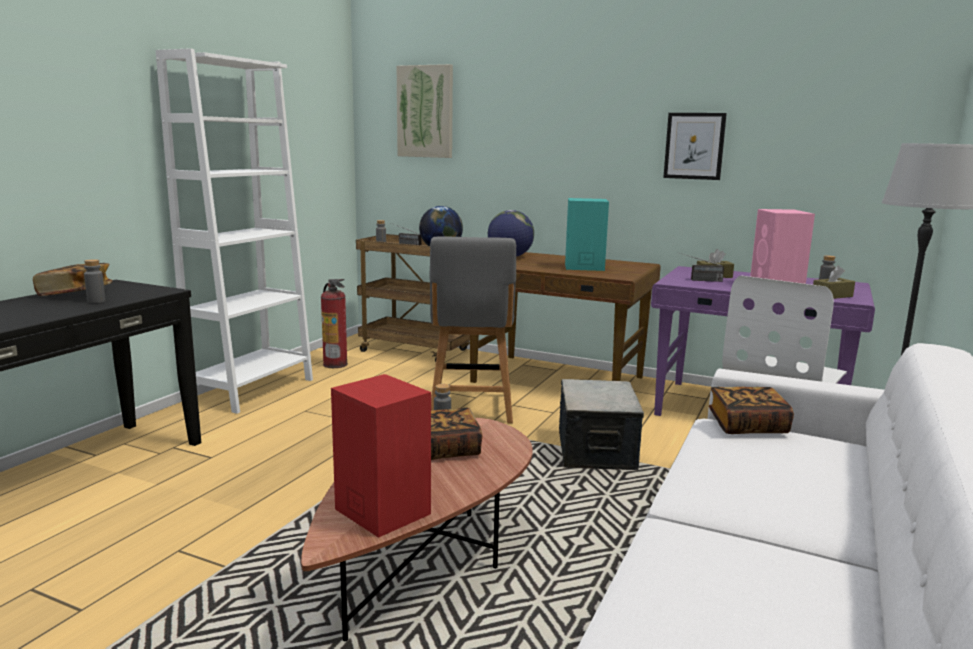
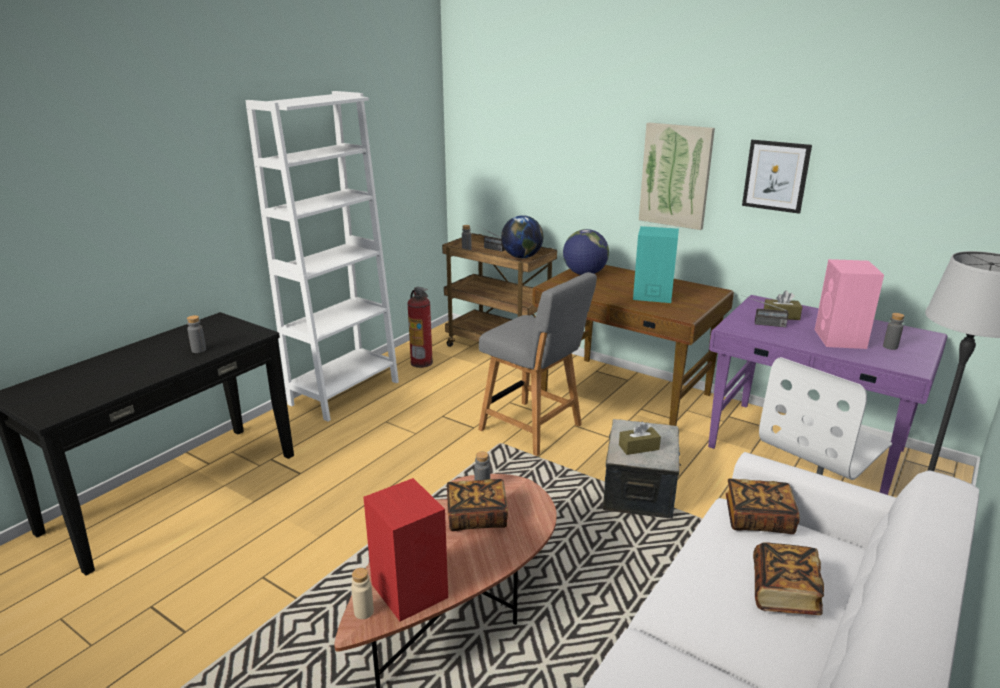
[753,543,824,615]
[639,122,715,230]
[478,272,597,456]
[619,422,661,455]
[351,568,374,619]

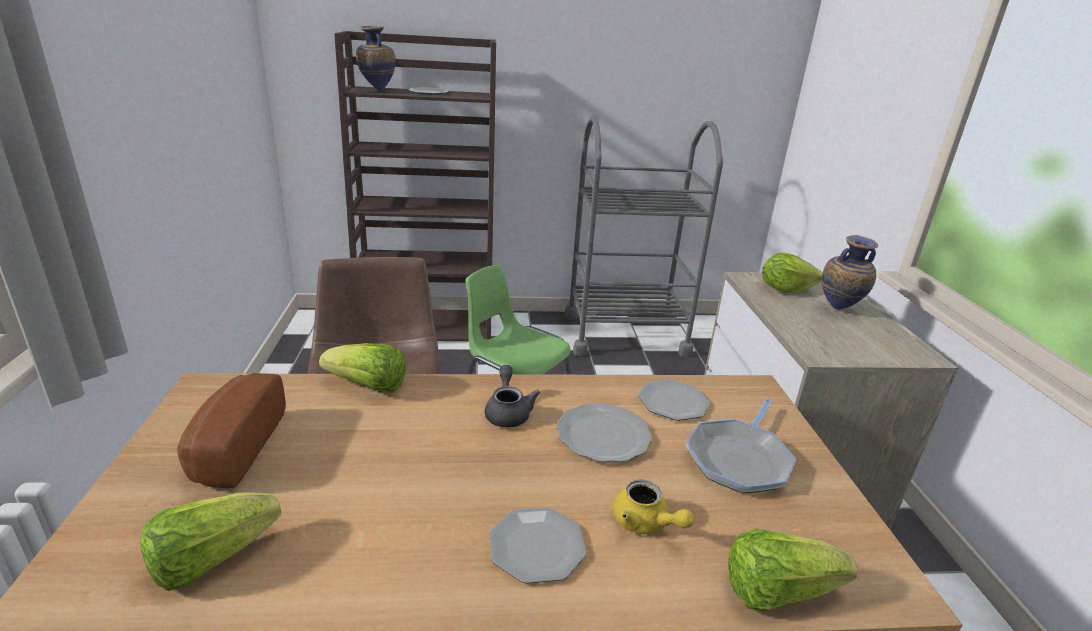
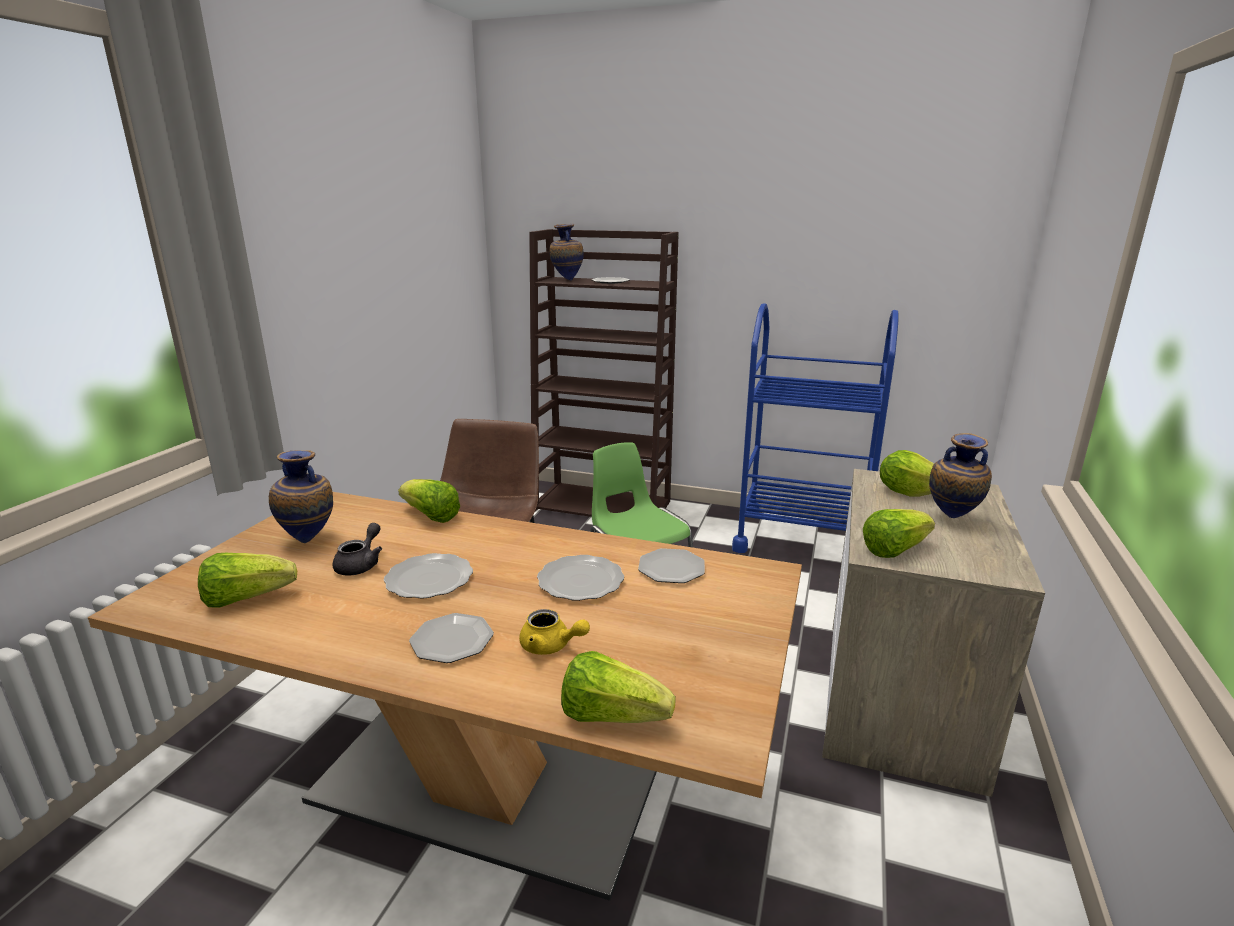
[269,450,333,543]
[332,523,382,576]
[732,303,899,553]
[519,609,590,655]
[686,399,796,493] (first image)
[384,553,473,599]
[863,509,935,558]

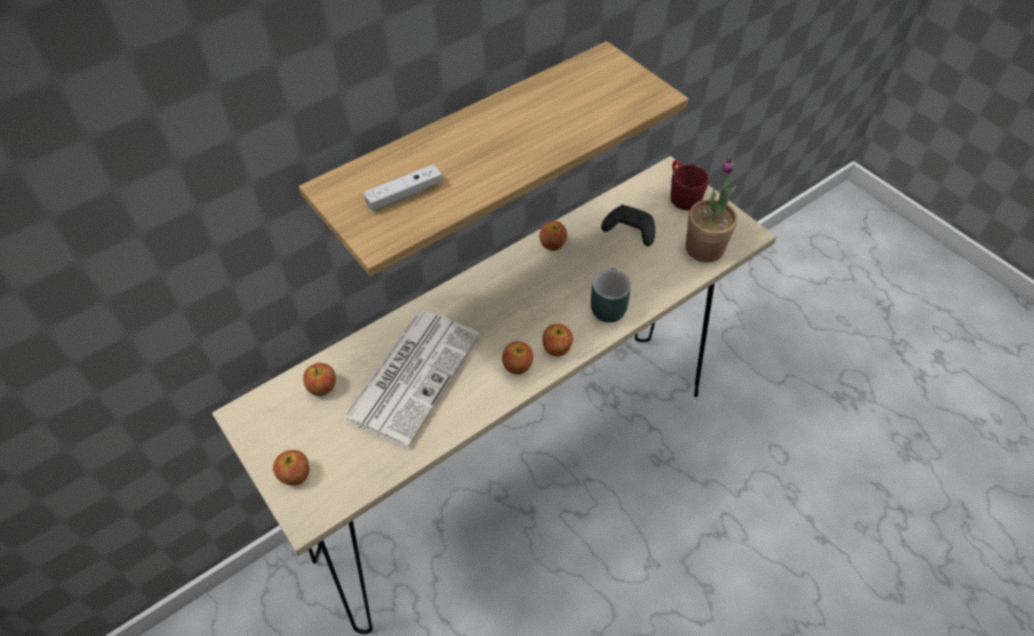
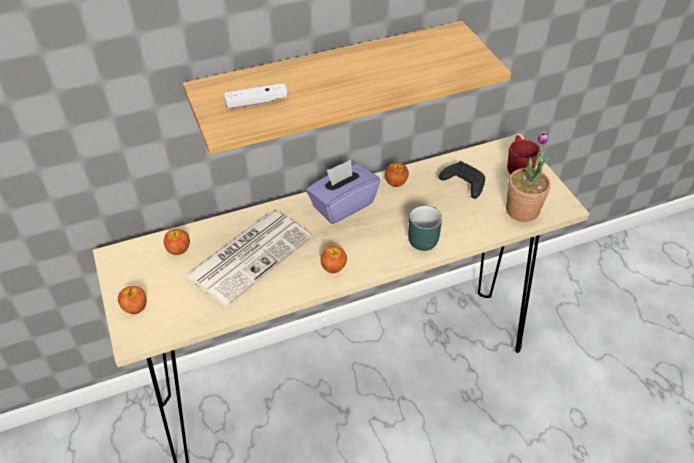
[542,324,573,356] (first image)
[306,160,380,224]

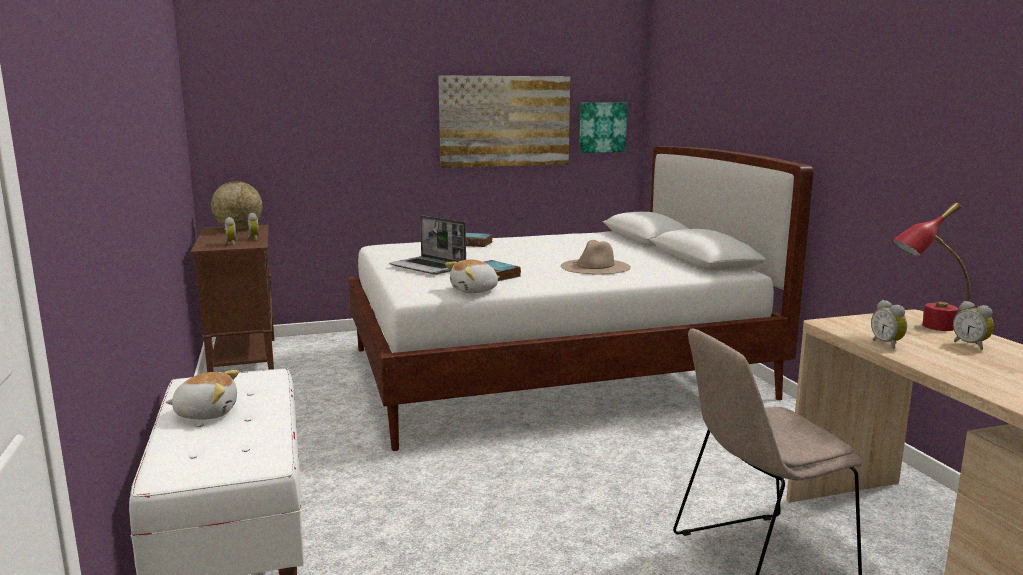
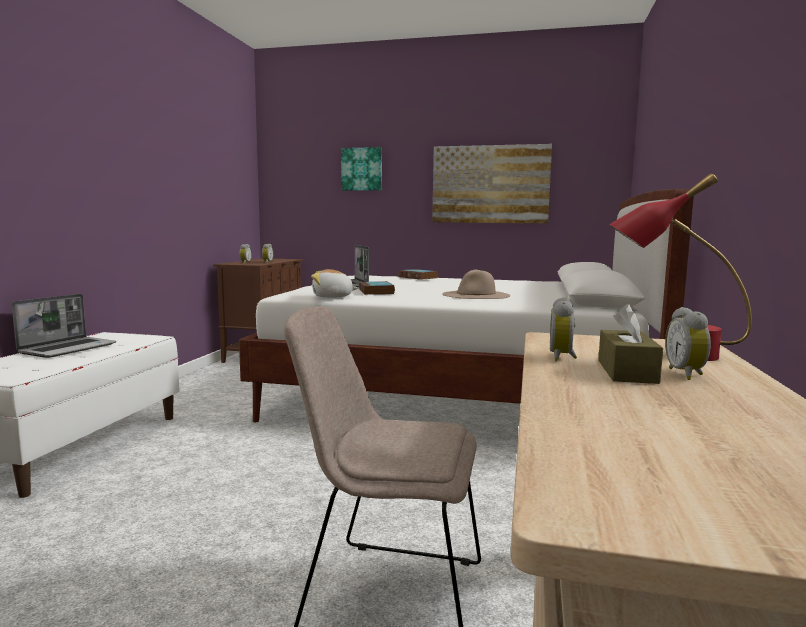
[12,294,116,358]
[211,181,263,230] (first image)
[341,147,382,191]
[598,304,663,384]

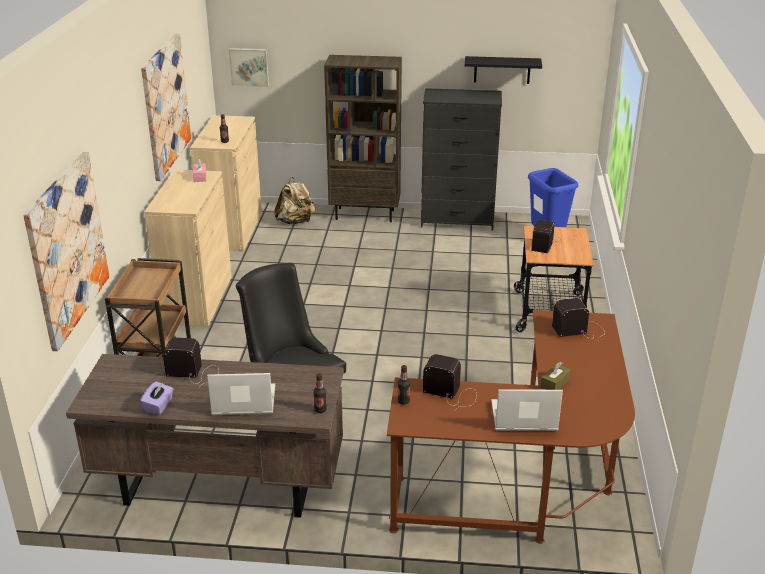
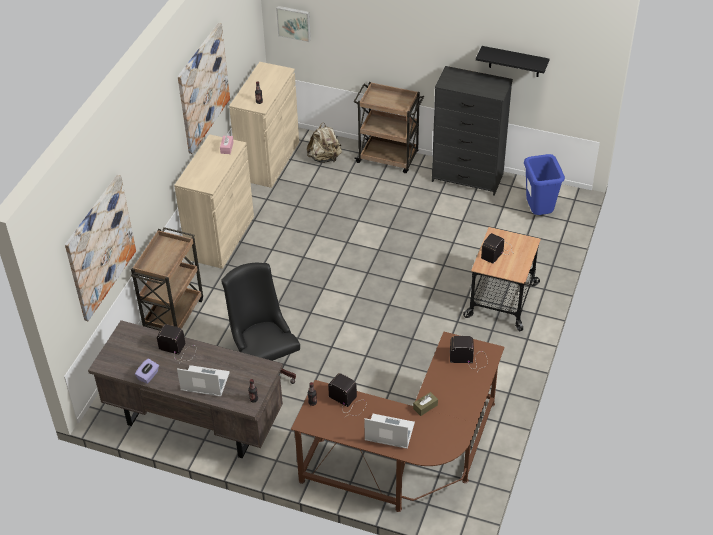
[354,82,424,173]

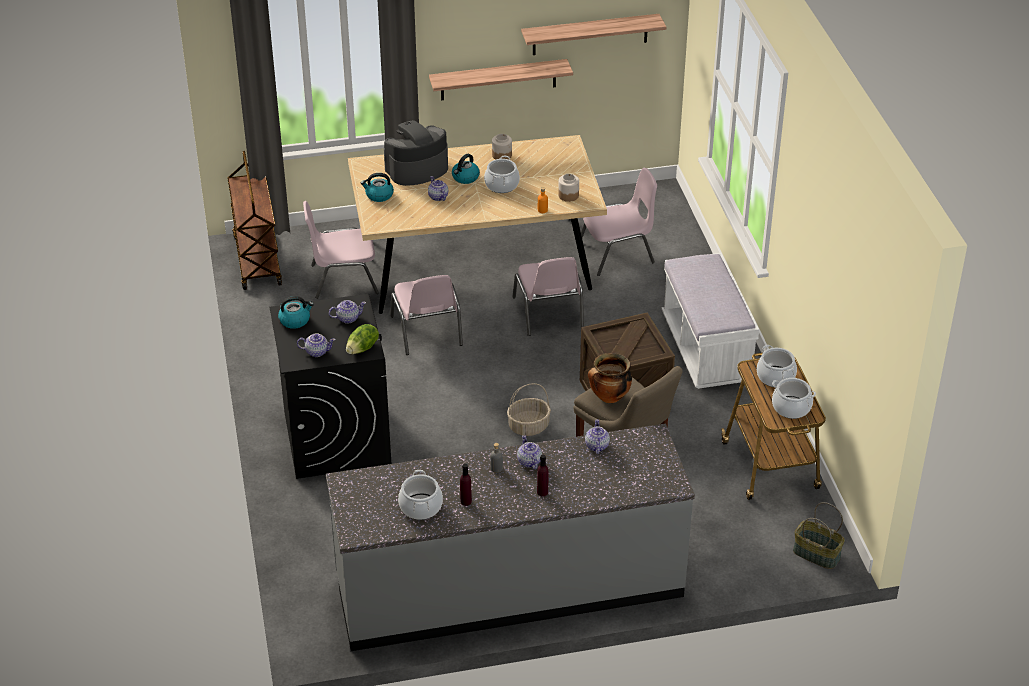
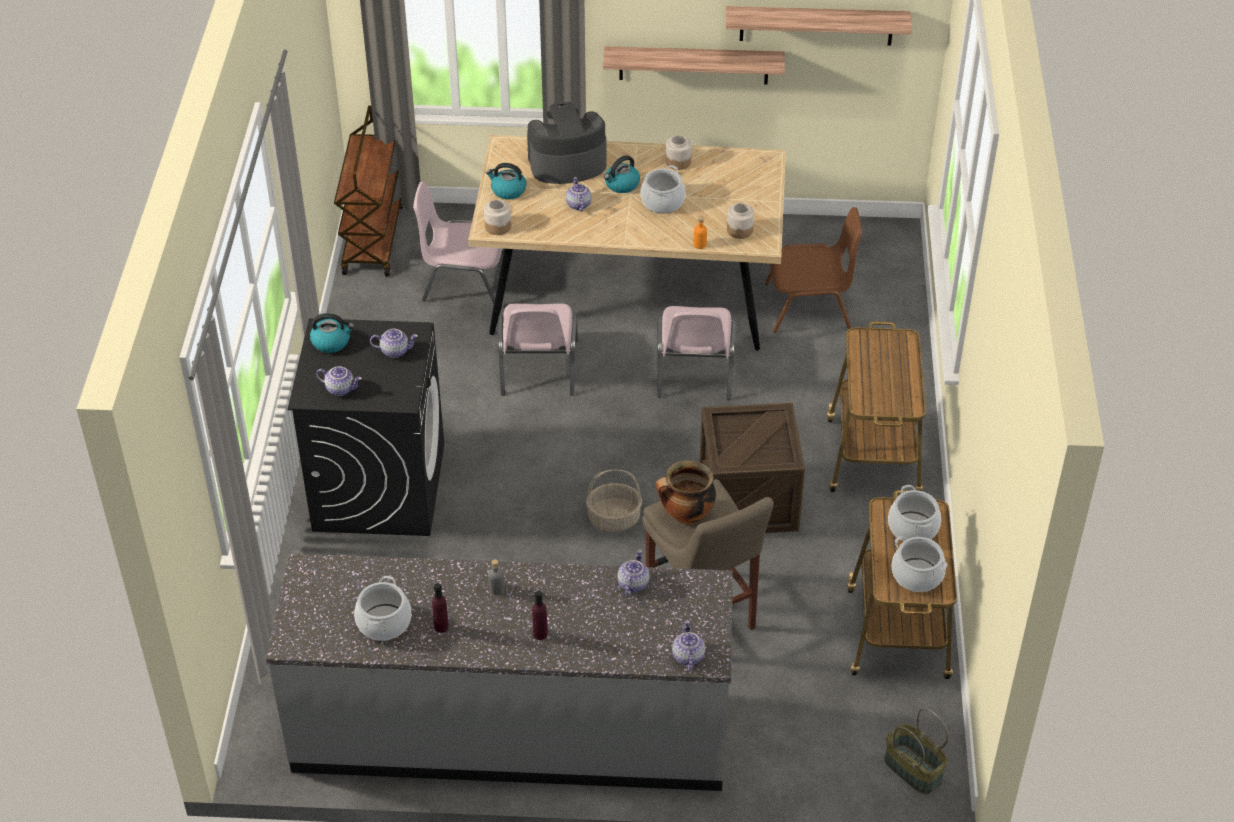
[346,324,379,354] (first image)
[672,620,705,671]
[765,207,862,333]
[827,321,926,492]
[484,199,511,235]

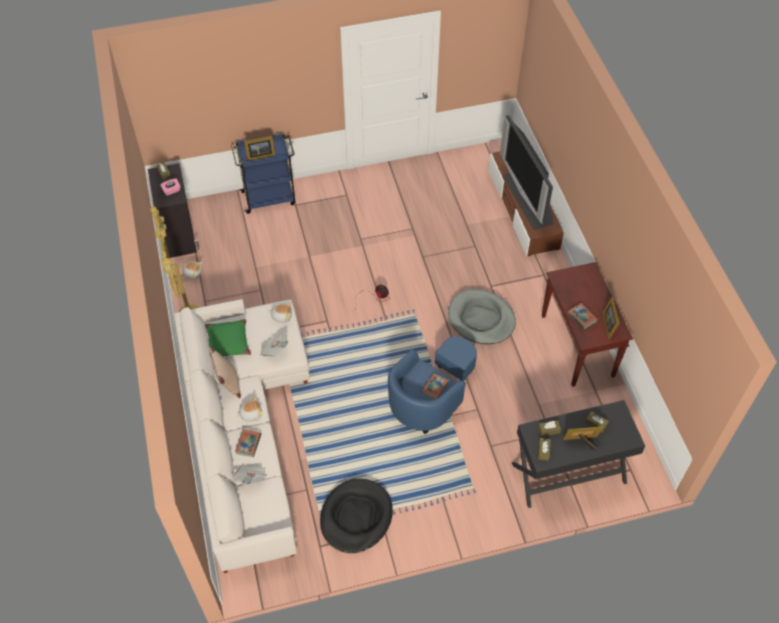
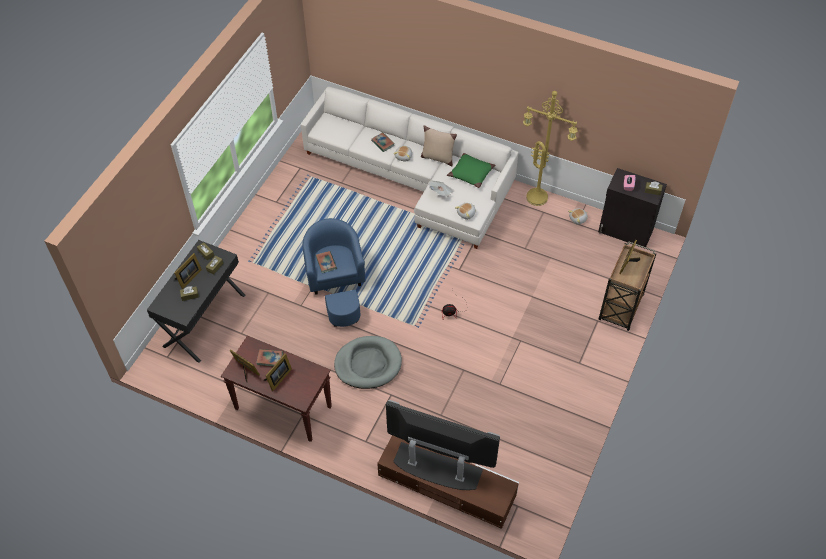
[599,241,656,331]
[233,462,267,485] (first image)
[320,479,393,553] (first image)
[264,353,292,391]

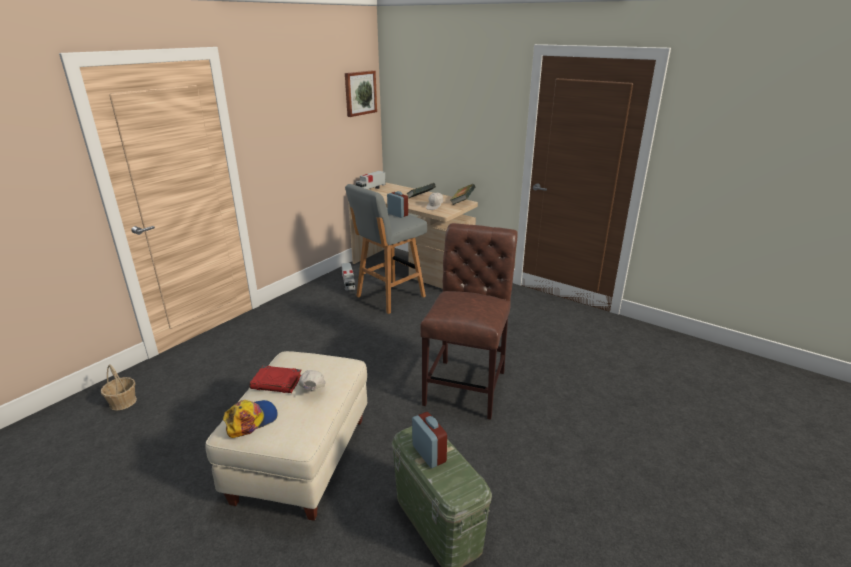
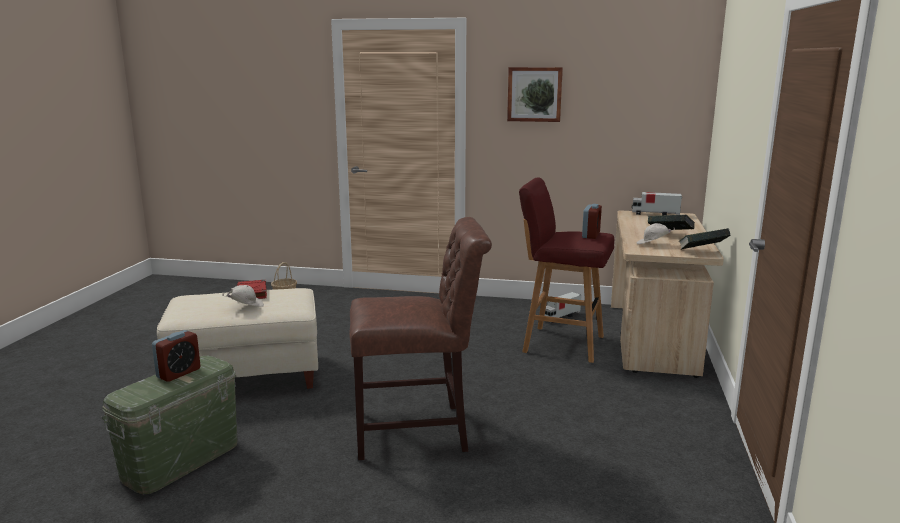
[223,400,278,438] (first image)
[507,67,563,122]
[519,177,614,363]

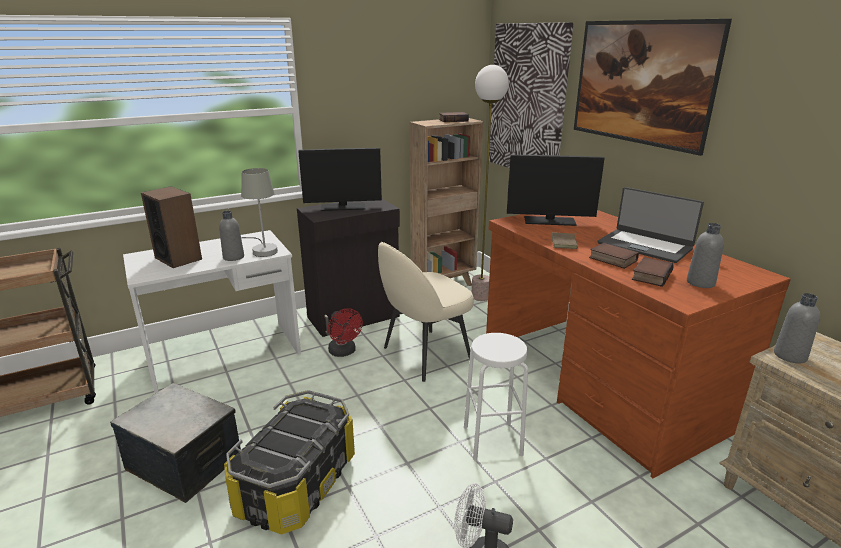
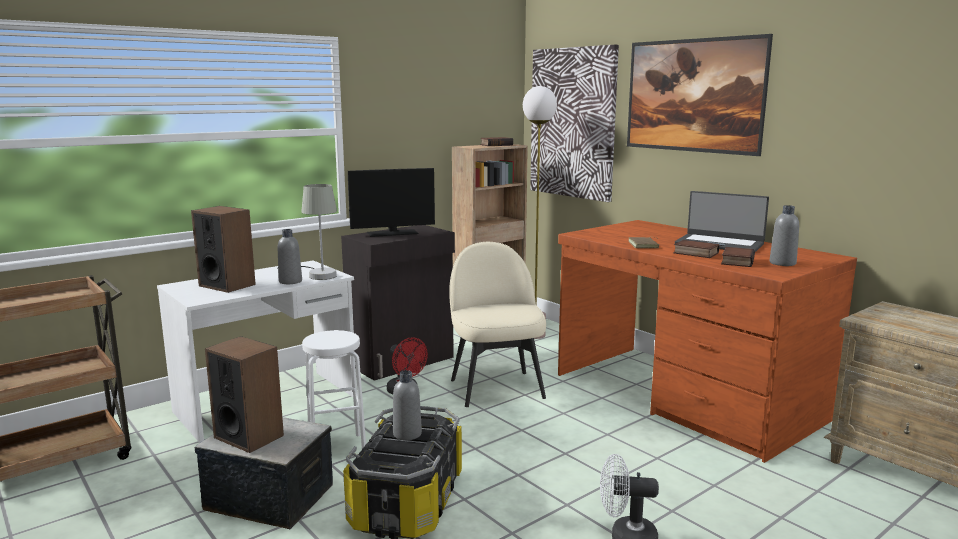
[449,242,546,407]
[302,330,366,449]
[507,155,605,226] (first image)
[393,370,422,440]
[205,336,284,453]

